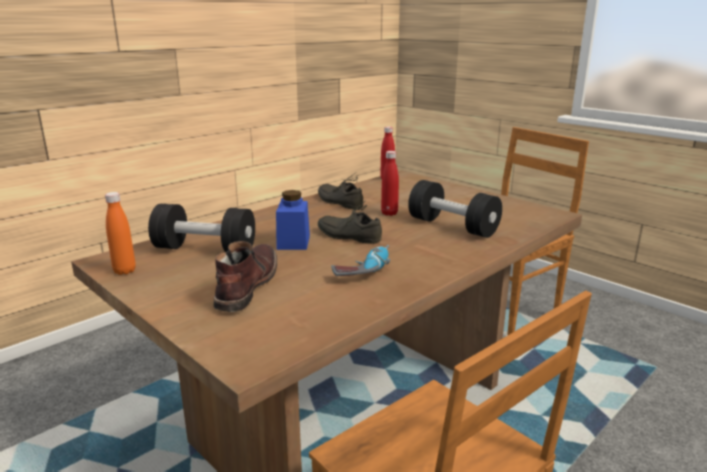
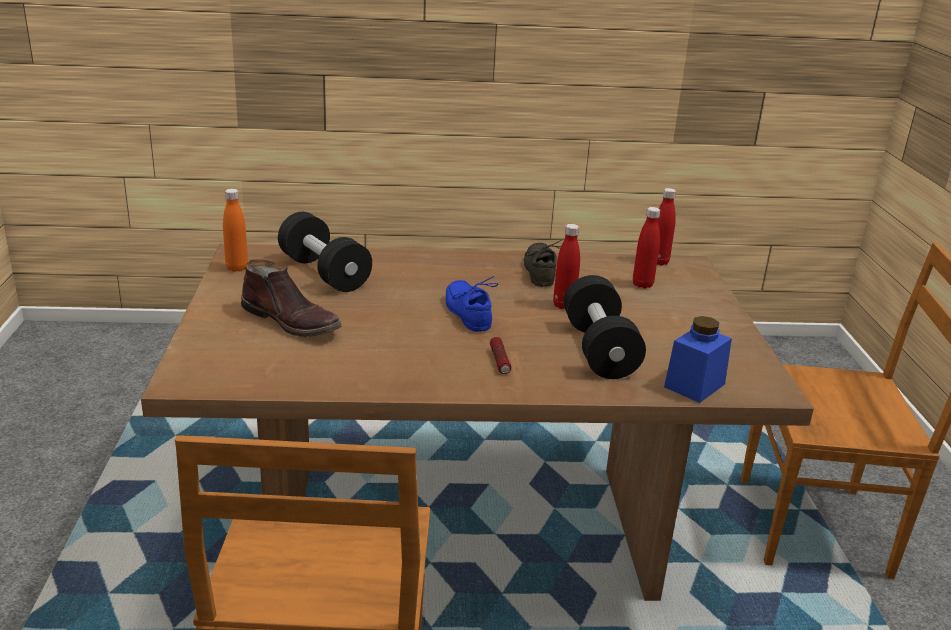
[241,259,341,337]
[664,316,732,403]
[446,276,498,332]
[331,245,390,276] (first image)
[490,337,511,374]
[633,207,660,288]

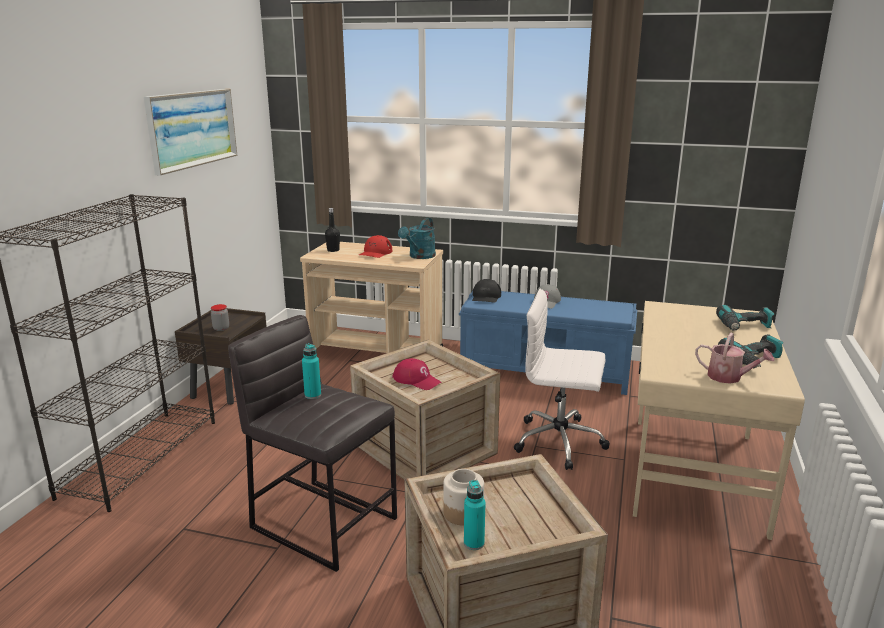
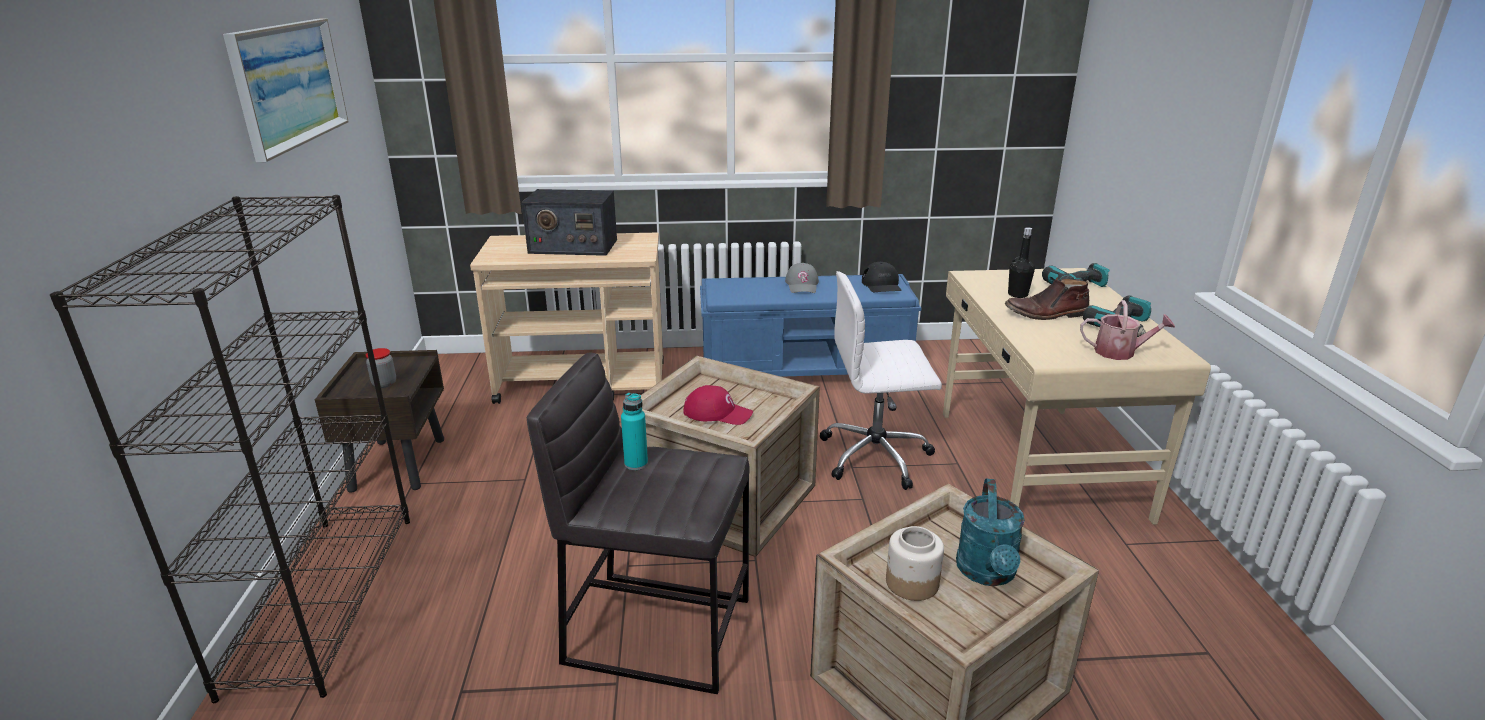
[1008,227,1035,298]
[522,189,617,256]
[956,479,1025,586]
[464,480,485,550] (first image)
[862,262,902,292]
[1005,278,1090,320]

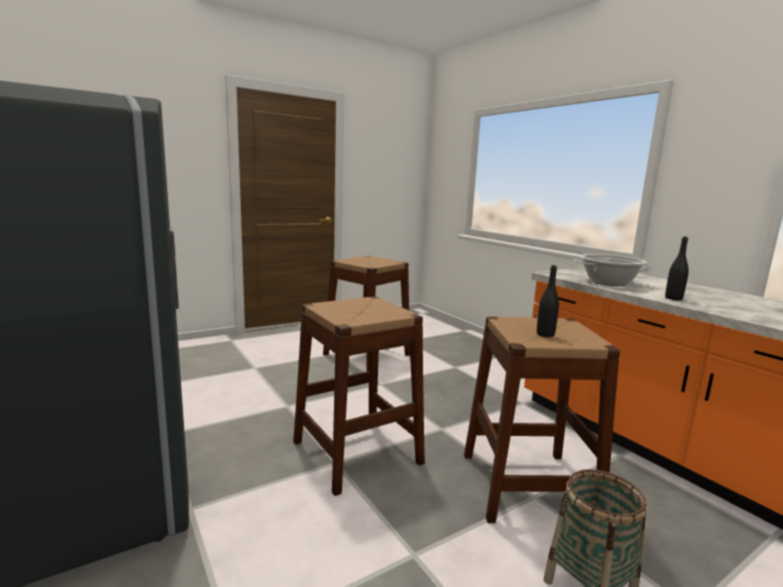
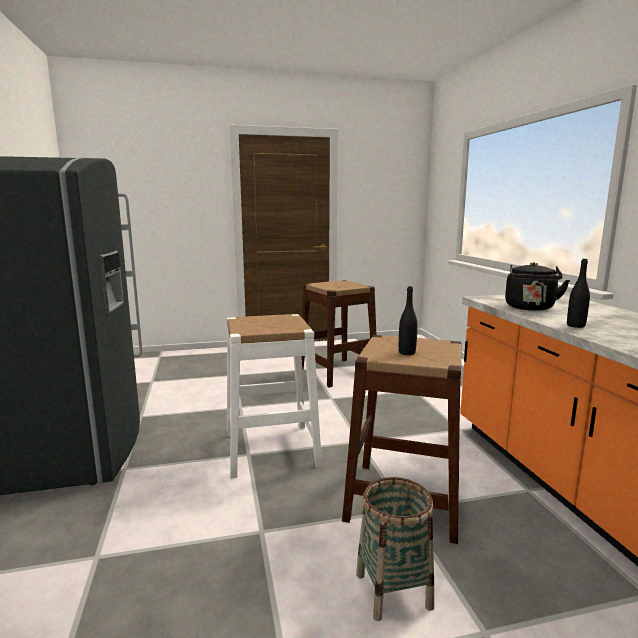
[227,314,322,478]
[505,262,570,311]

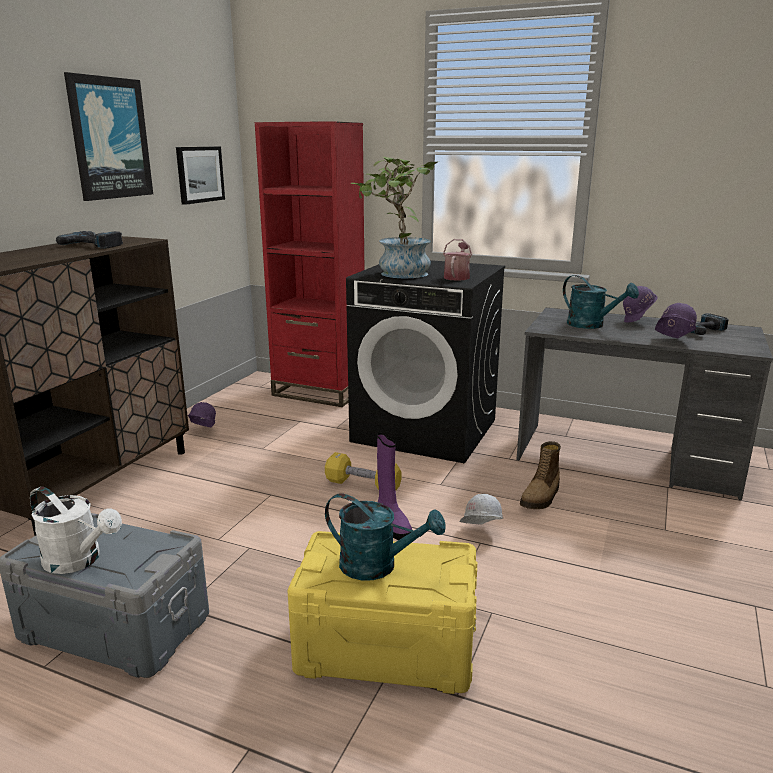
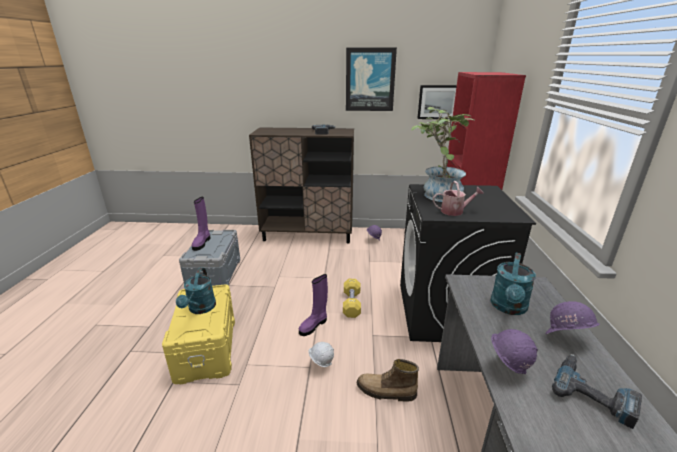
[192,197,210,251]

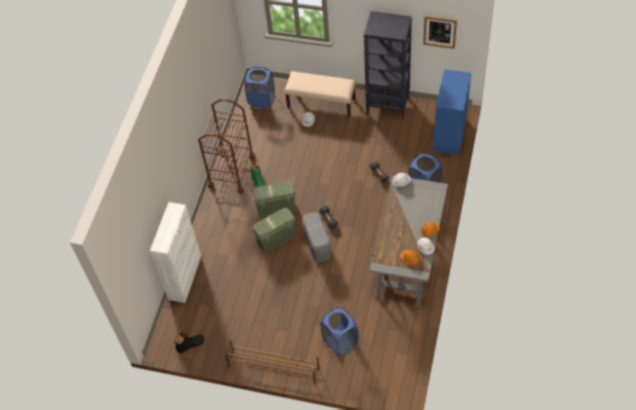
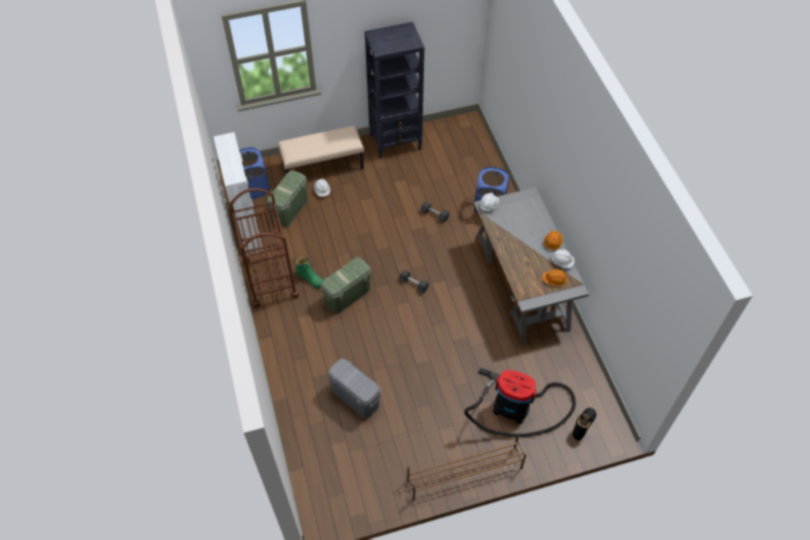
[214,132,263,254]
[573,408,596,440]
[267,170,308,227]
[328,358,381,418]
[464,368,576,437]
[423,16,457,49] (first image)
[433,69,471,155] (first image)

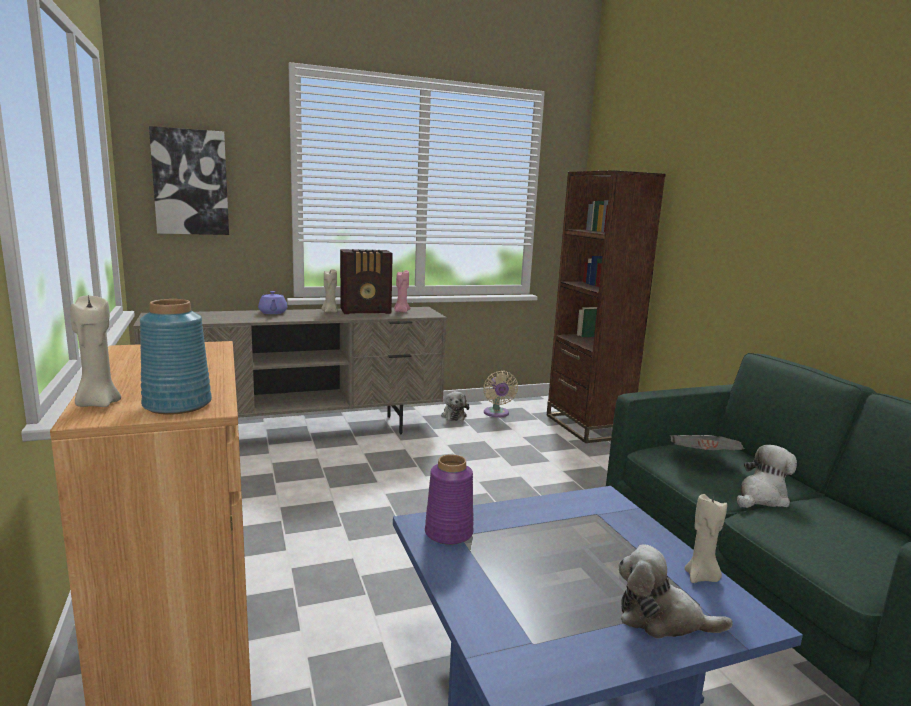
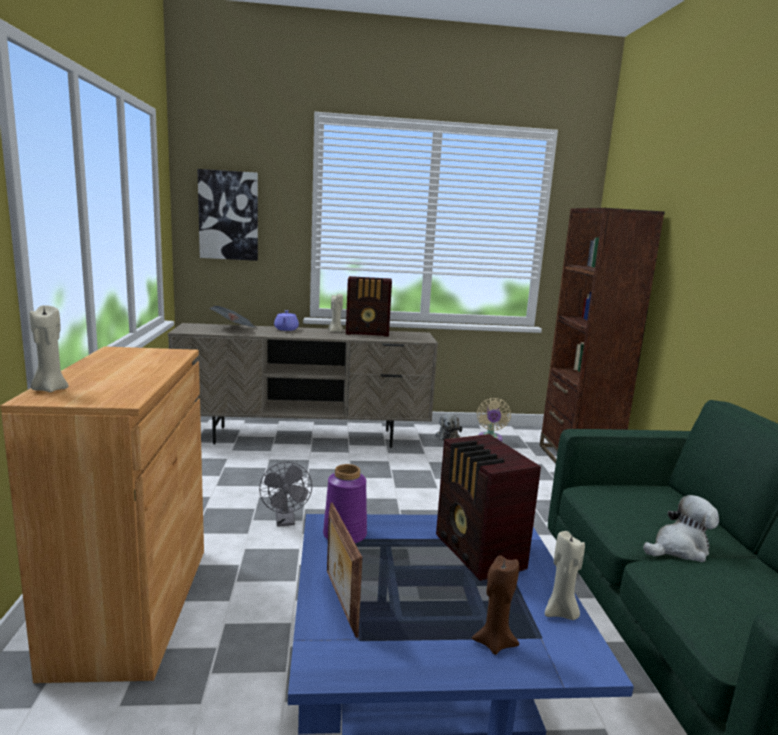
[140,299,212,415] (first image)
[394,270,410,313] (first image)
[472,555,519,655]
[209,306,256,327]
[259,462,312,526]
[327,503,362,638]
[436,434,541,581]

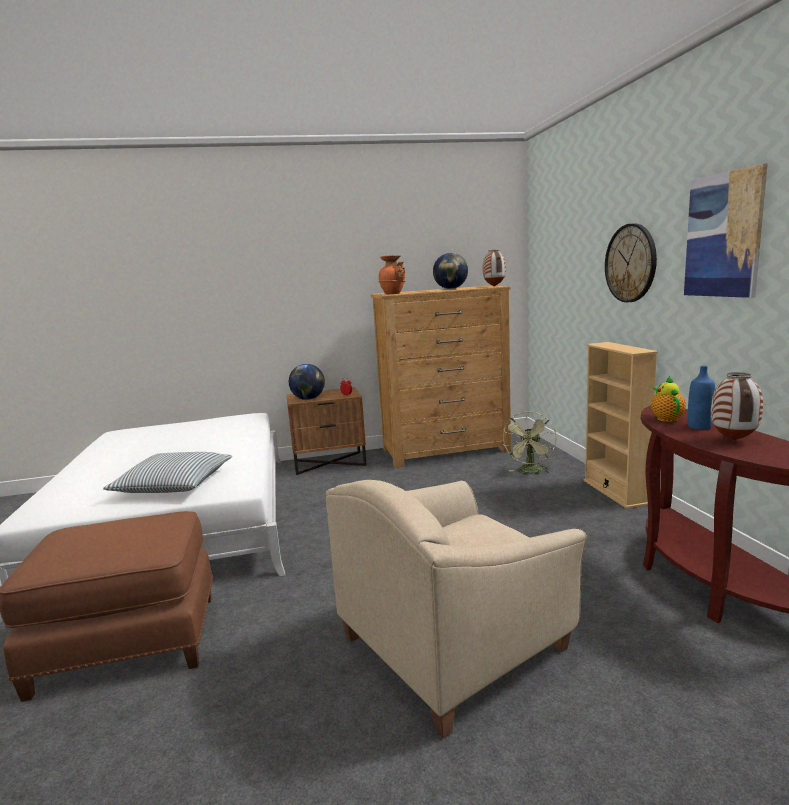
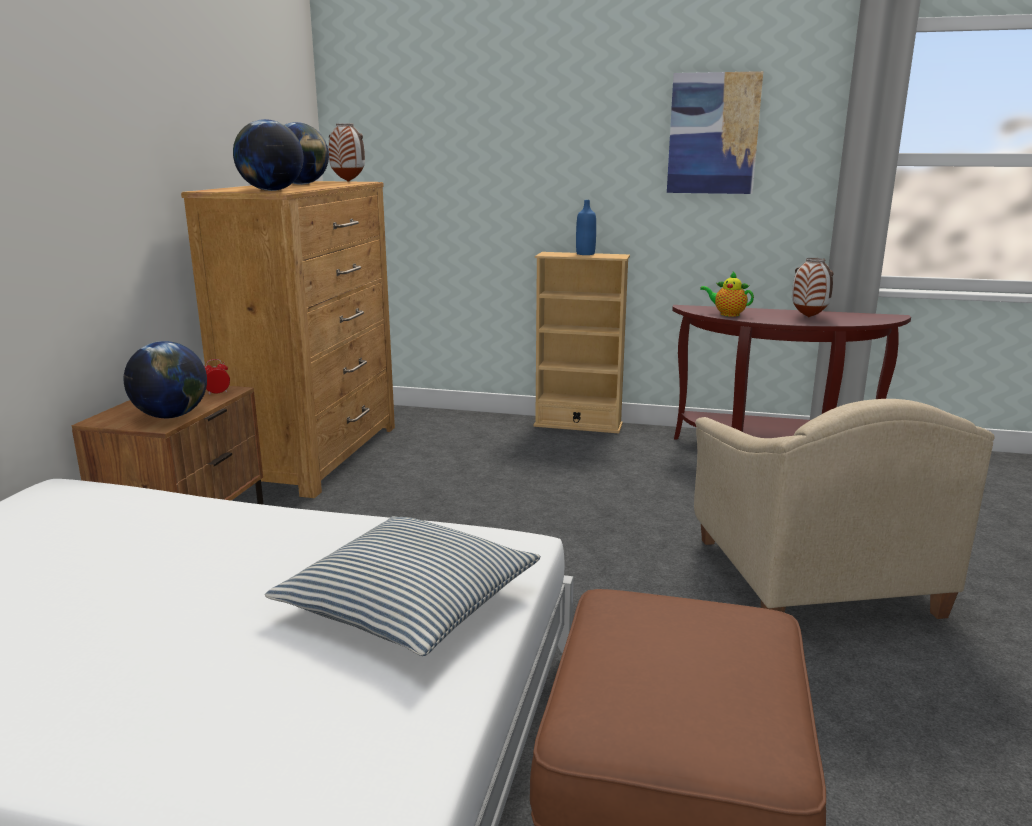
[233,119,304,191]
[503,411,557,474] (first image)
[605,223,657,302] (first image)
[576,200,596,255]

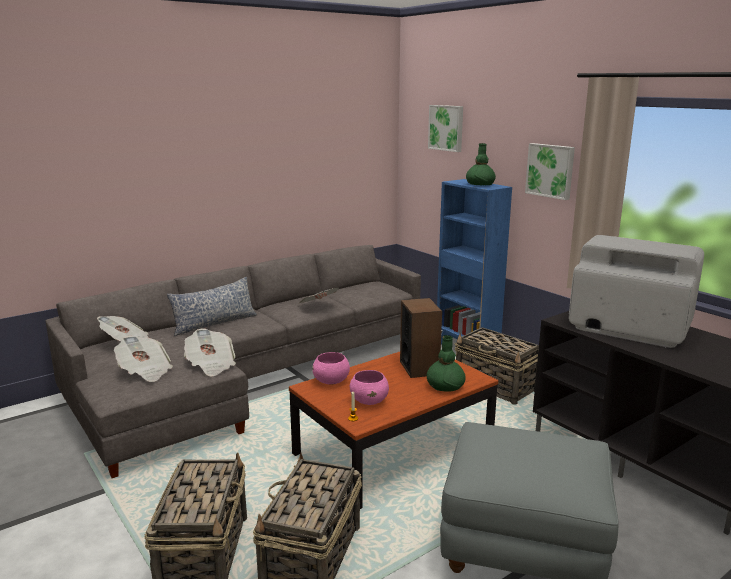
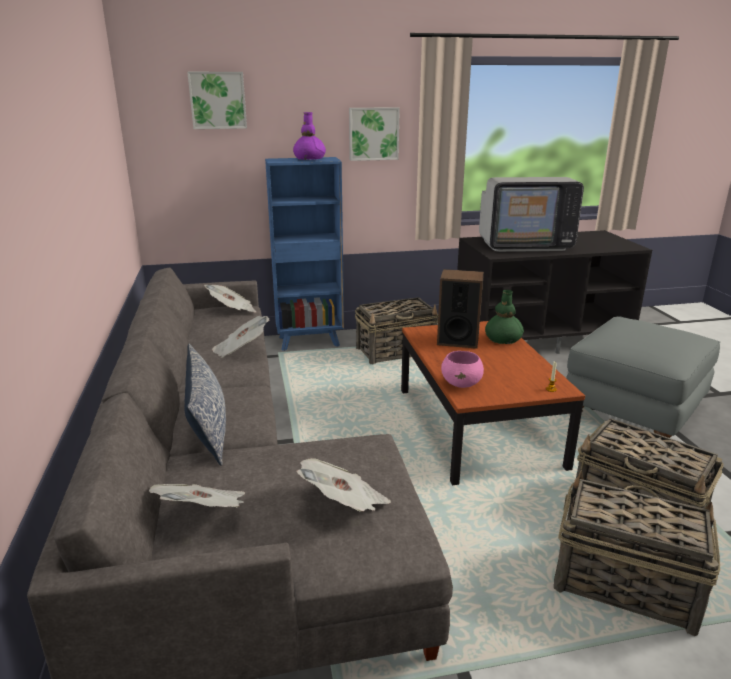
[204,285,256,312]
[350,370,389,405] (first image)
[293,112,326,160]
[479,177,584,252]

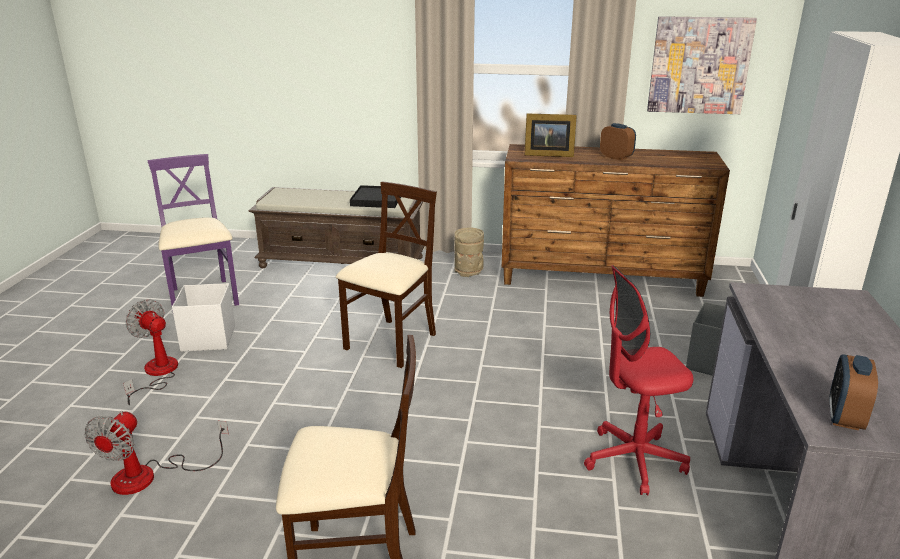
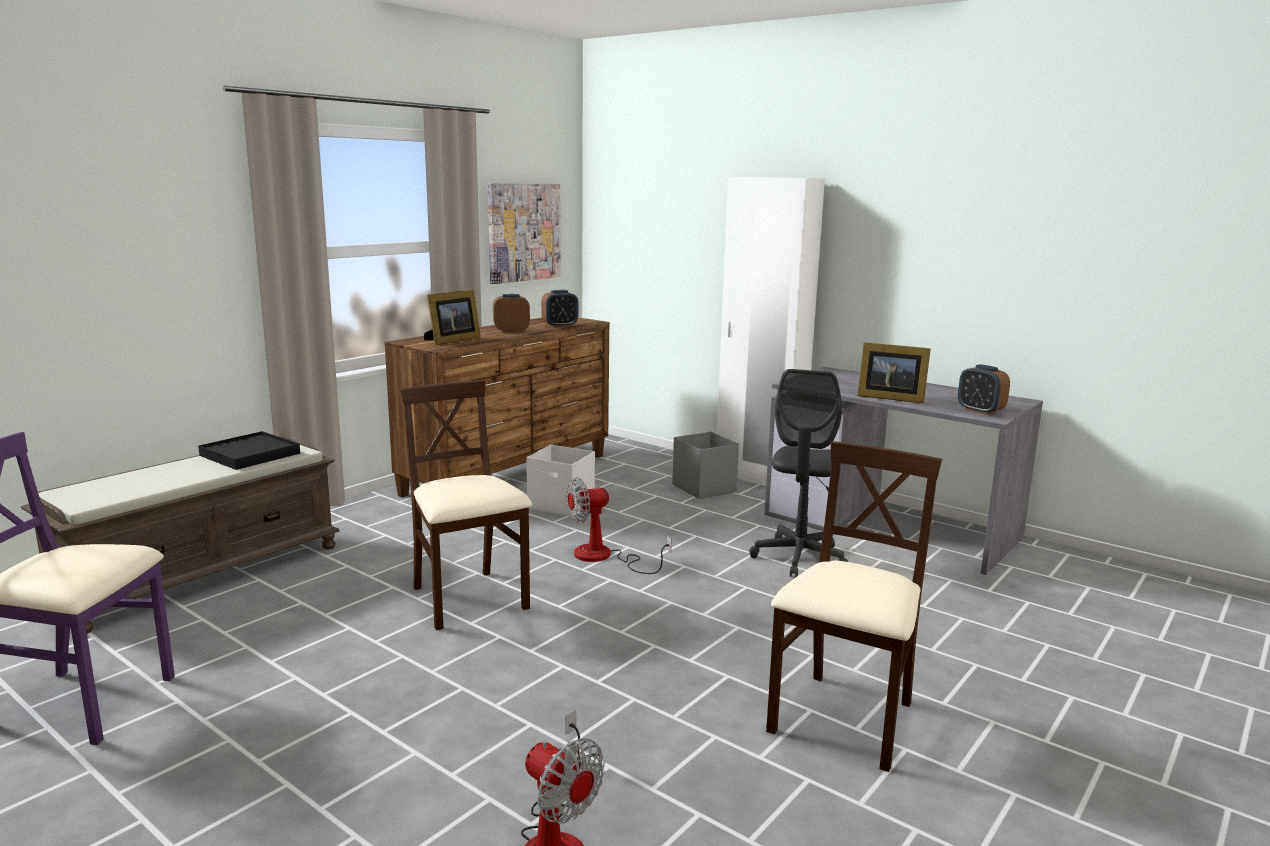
[567,477,672,574]
[526,445,595,517]
[454,227,484,277] (first image)
[749,369,848,577]
[541,290,578,328]
[857,342,931,403]

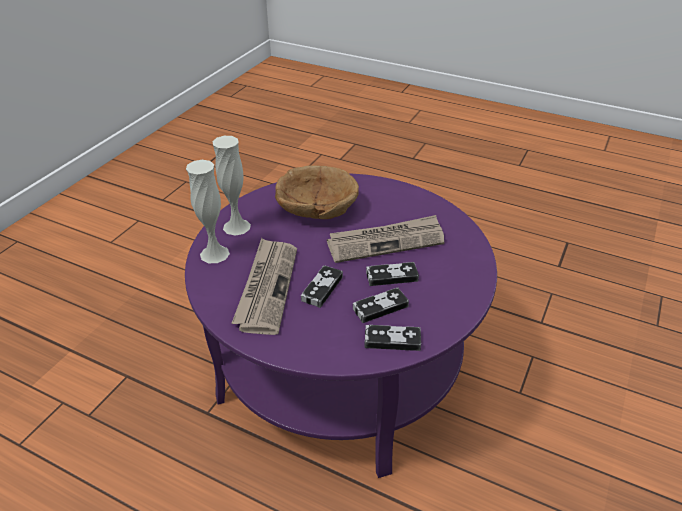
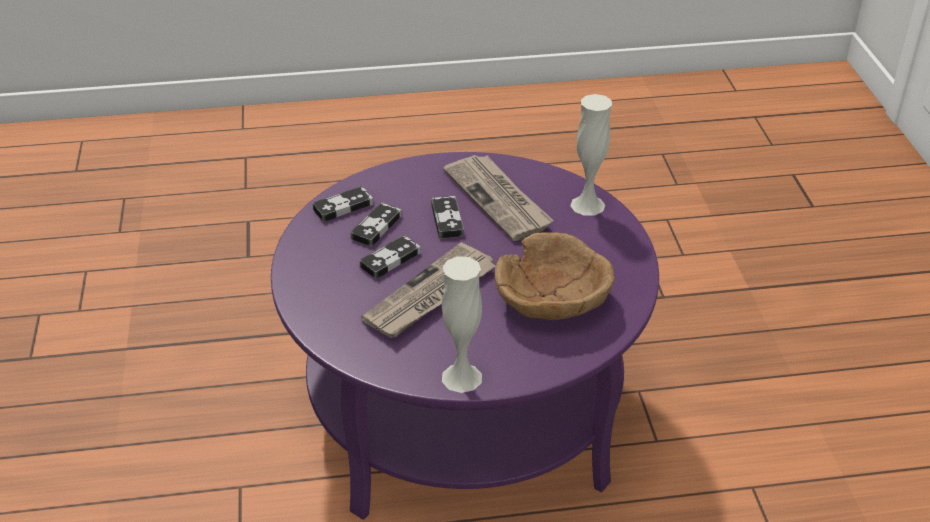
[442,256,482,393]

